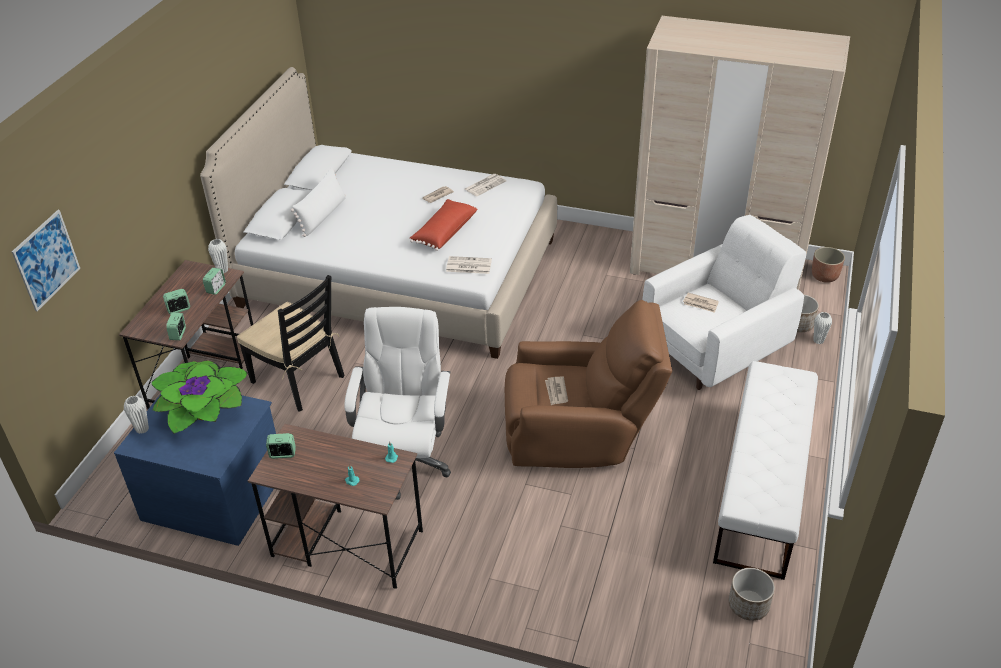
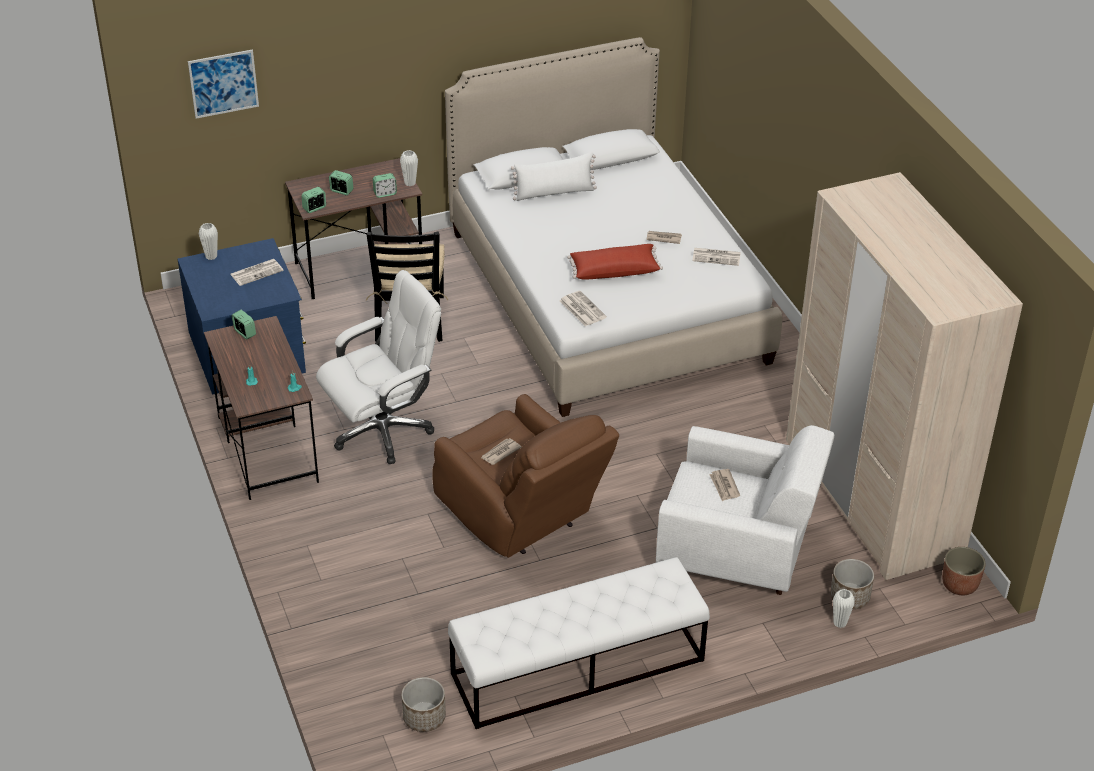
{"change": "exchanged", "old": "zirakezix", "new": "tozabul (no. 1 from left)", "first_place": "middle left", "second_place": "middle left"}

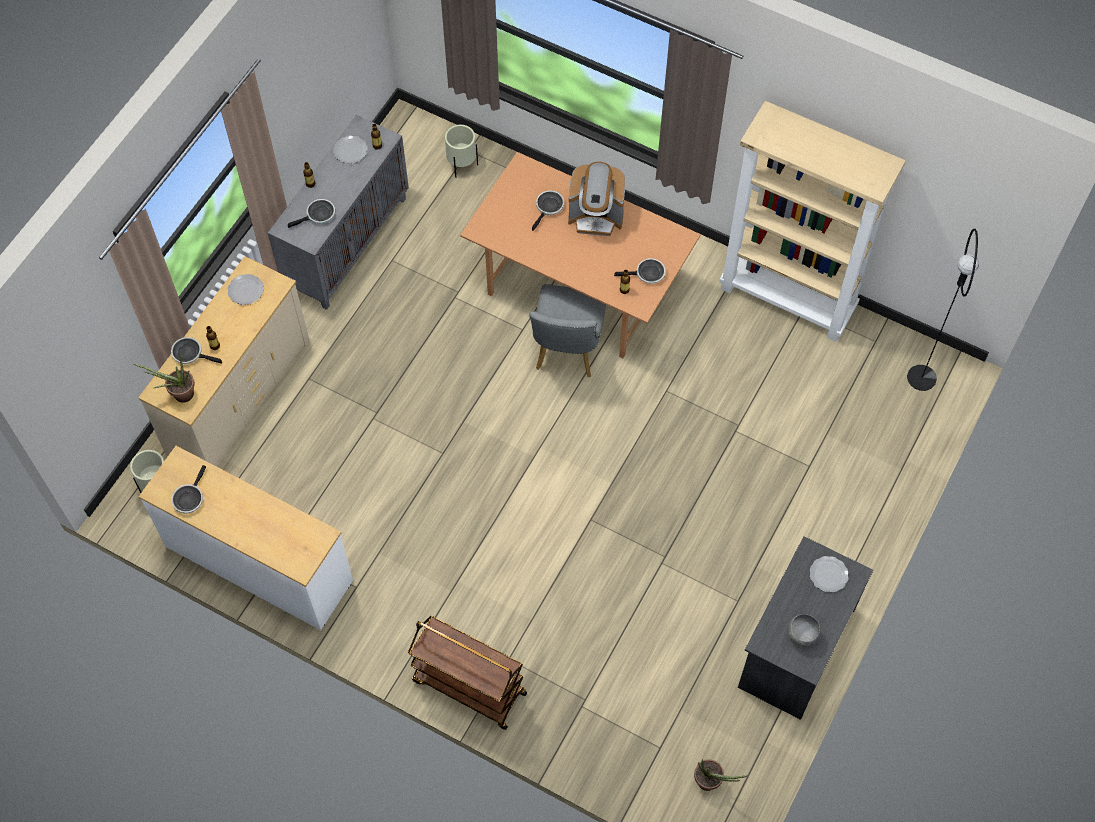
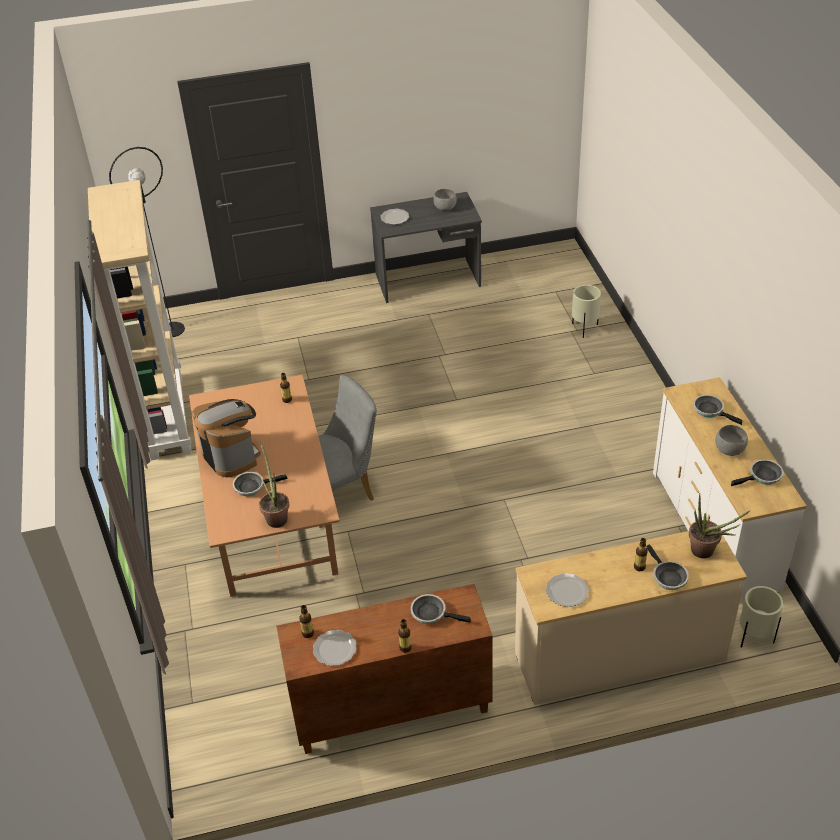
{"change": "colour", "old": "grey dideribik", "new": "brown dideribik", "first_place": "top left", "second_place": "bottom centre"}
{"change": "relocated", "old": "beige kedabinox (no. 2 from left in the first image)", "new": "beige kedabinox (no. 1 from left)", "first_place": "top centre", "second_place": "middle right"}
{"change": "relocated", "old": "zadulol (no. 5 from left in the first image)", "new": "zadulol (no. 4 from left)", "first_place": "top centre", "second_place": "middle right"}
{"change": "missing", "old": "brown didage", "first_place": "bottom centre"}
{"change": "relocated", "old": "zirakezix (no. 2 from left in the first image)", "new": "zirakezix (no. 1 from left)", "first_place": "bottom centre", "second_place": "middle left"}
{"change": "appeared", "new": "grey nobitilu (no. 2 from left)", "second_place": "middle right"}

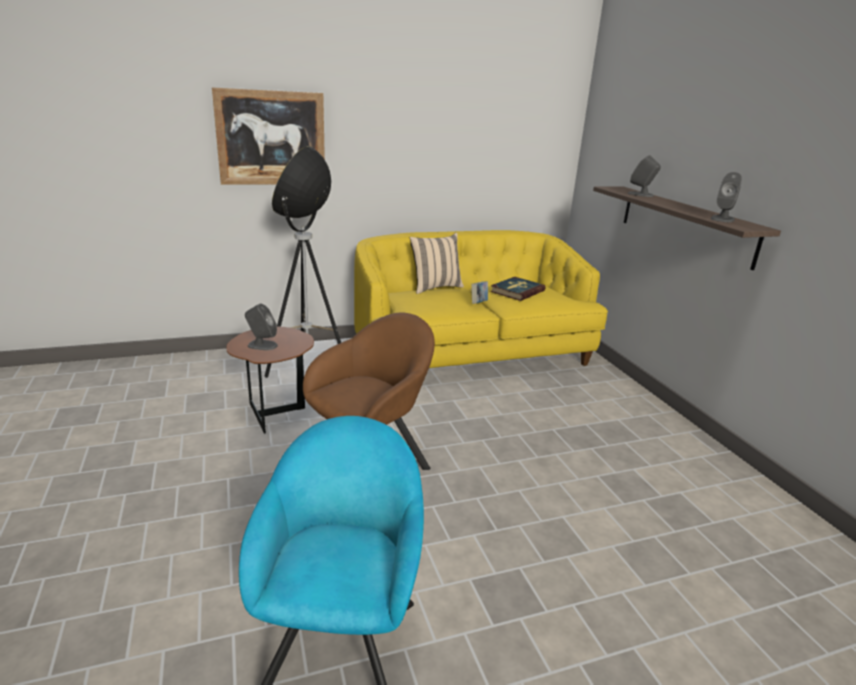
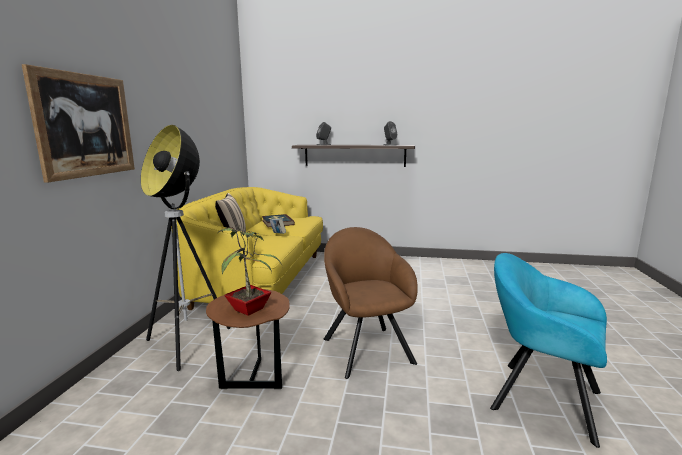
{"change": "exchanged", "old": "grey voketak (no. 1 from left)", "new": "zirakezix", "first_place": "middle left", "second_place": "centre"}

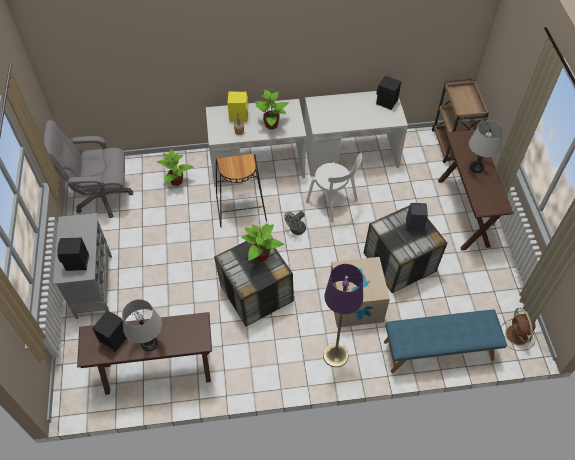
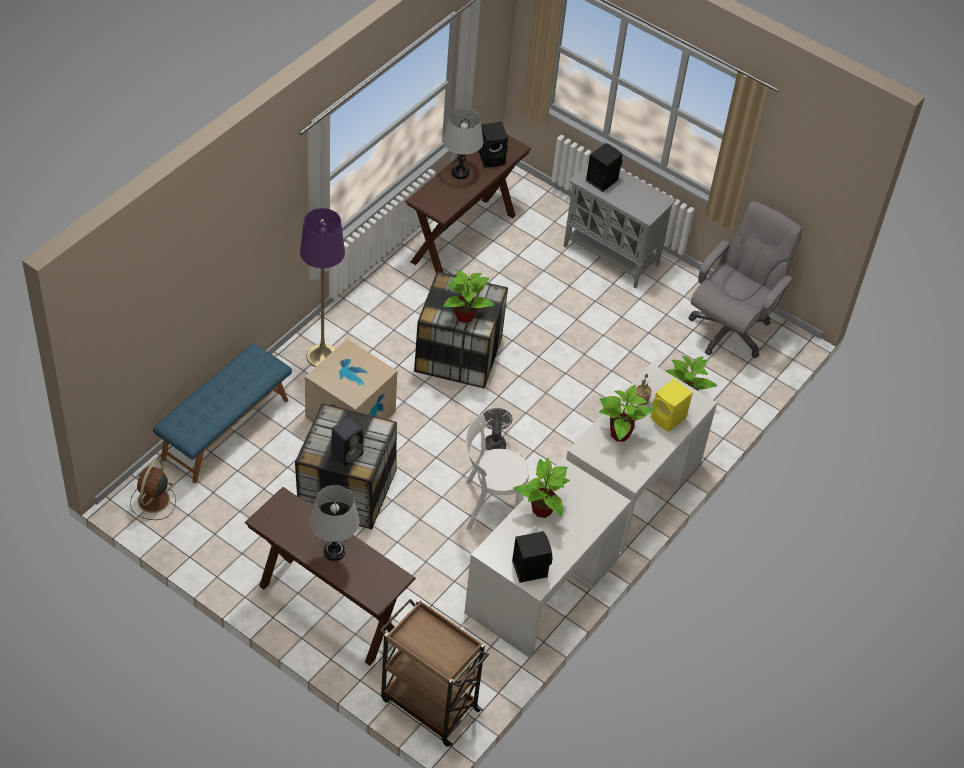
{"change": "missing", "old": "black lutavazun", "first_place": "centre"}
{"change": "spun", "old": "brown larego", "first_place": "bottom right", "second_place": "middle left", "degrees": -105}
{"change": "appeared", "new": "zirakezix (no. 2 from left)", "second_place": "centre"}

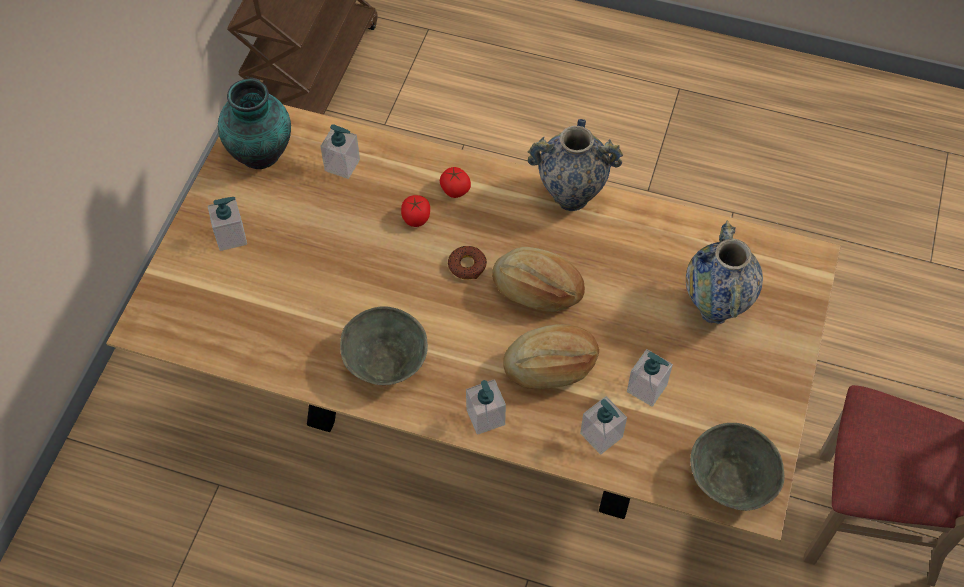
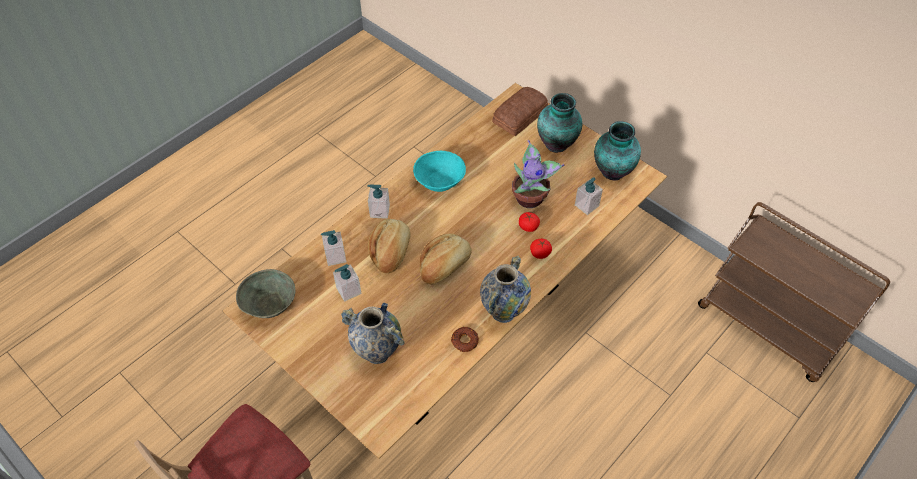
{"change": "exchanged", "old": "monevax (no. 1 from left)", "new": "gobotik (no. 3 from left)", "first_place": "middle left", "second_place": "top centre"}
{"change": "relocated", "old": "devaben", "first_place": "centre", "second_place": "bottom centre"}
{"change": "colour", "old": "grey nobitilu (no. 1 from left)", "new": "turquoise nobitilu", "first_place": "centre", "second_place": "centre"}
{"change": "appeared", "new": "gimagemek (no. 3 from left)", "second_place": "top centre"}
{"change": "appeared", "new": "zirakezix", "second_place": "centre"}

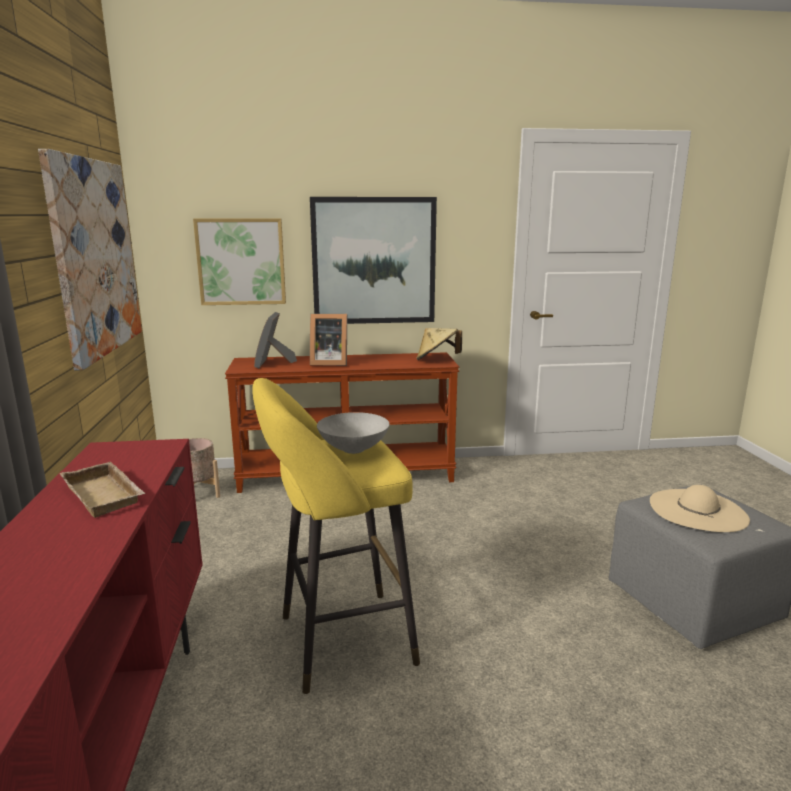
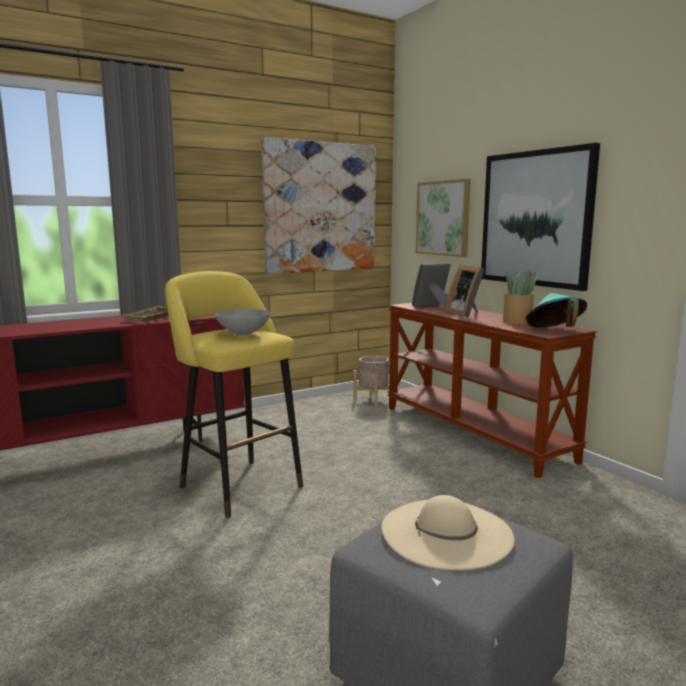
{"change": "colour", "old": "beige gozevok (no. 1 from left)", "new": "turquoise gozevok", "first_place": "centre", "second_place": "middle right"}
{"change": "appeared", "new": "zirakezix", "second_place": "middle right"}

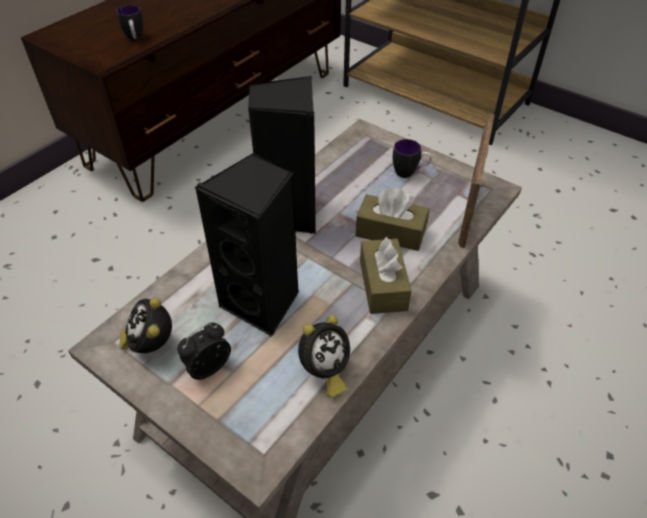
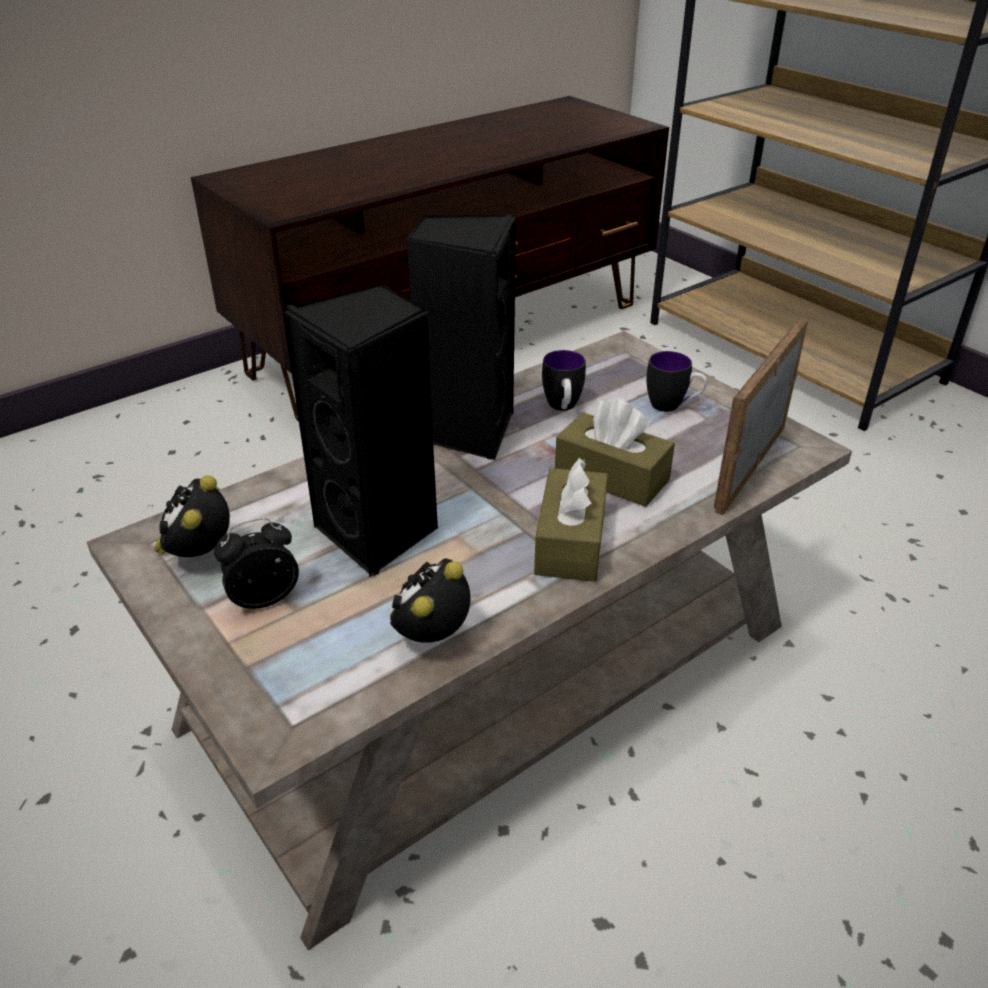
{"change": "relocated", "old": "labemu (no. 1 from left)", "first_place": "top left", "second_place": "centre"}
{"change": "spun", "old": "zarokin (no. 3 from left)", "first_place": "bottom centre", "second_place": "centre", "degrees": 150}

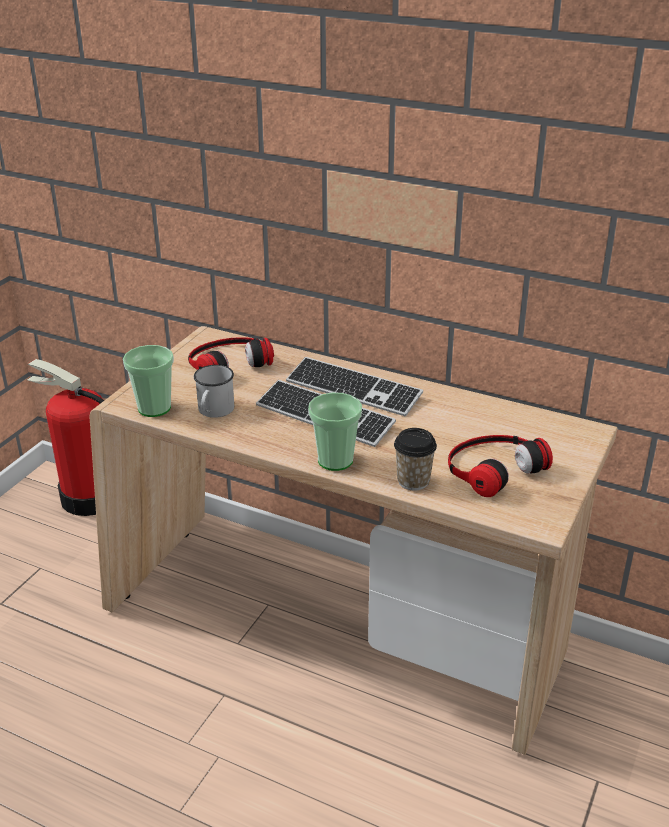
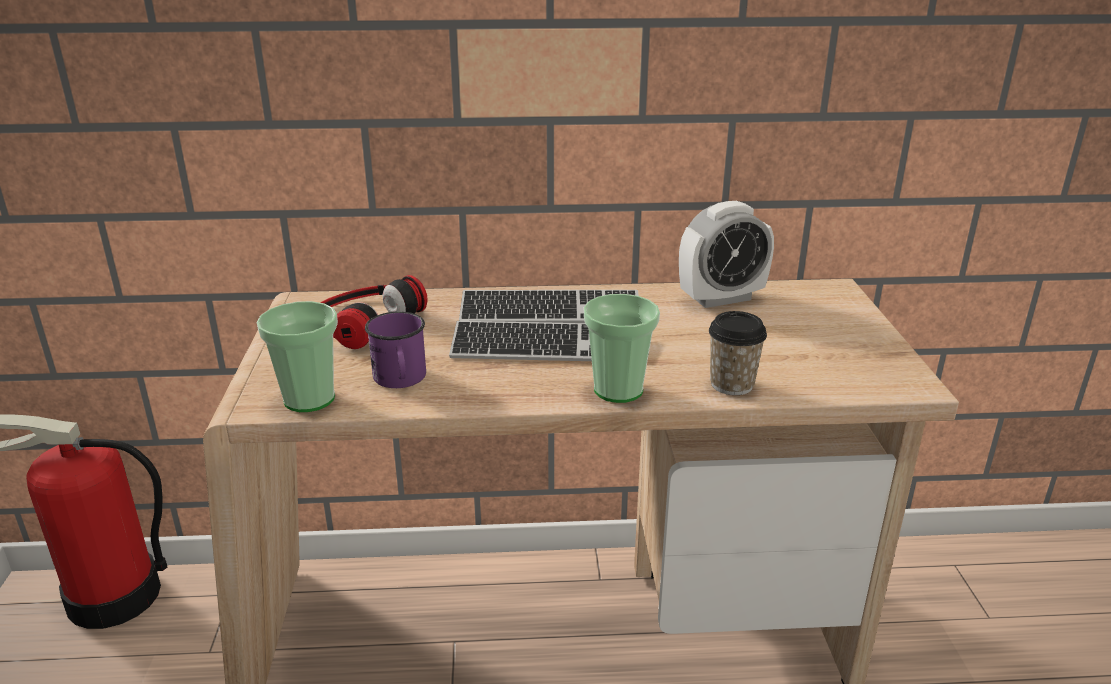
{"change": "colour", "old": "white labemu", "new": "purple labemu", "first_place": "middle left", "second_place": "centre"}
{"change": "missing", "old": "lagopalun (no. 2 from left)", "first_place": "middle right"}
{"change": "appeared", "new": "zarokin", "second_place": "centre"}

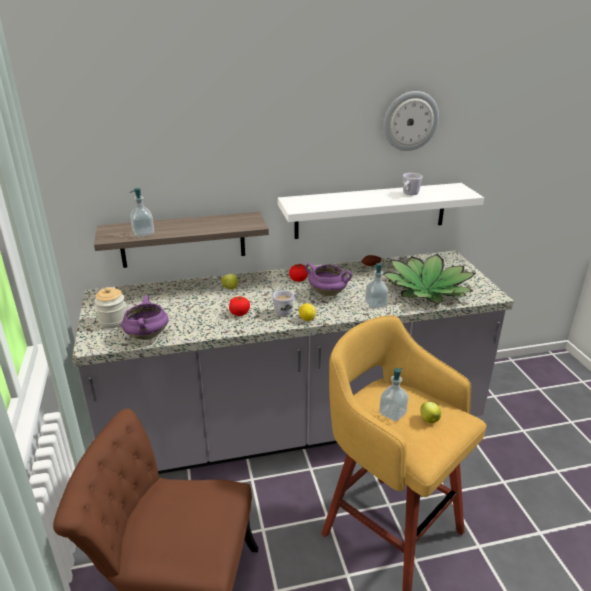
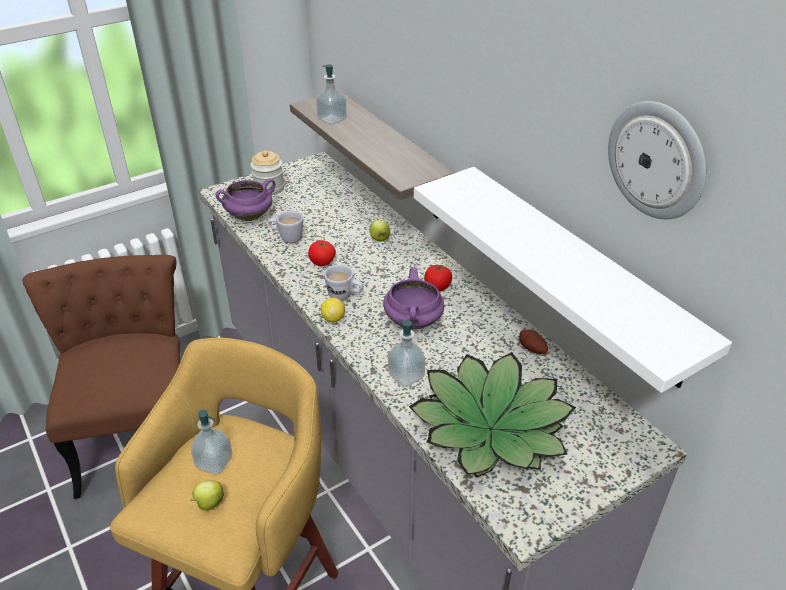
{"change": "relocated", "old": "white labemu (no. 2 from left in the first image)", "new": "white labemu (no. 1 from left)", "first_place": "top right", "second_place": "centre"}

